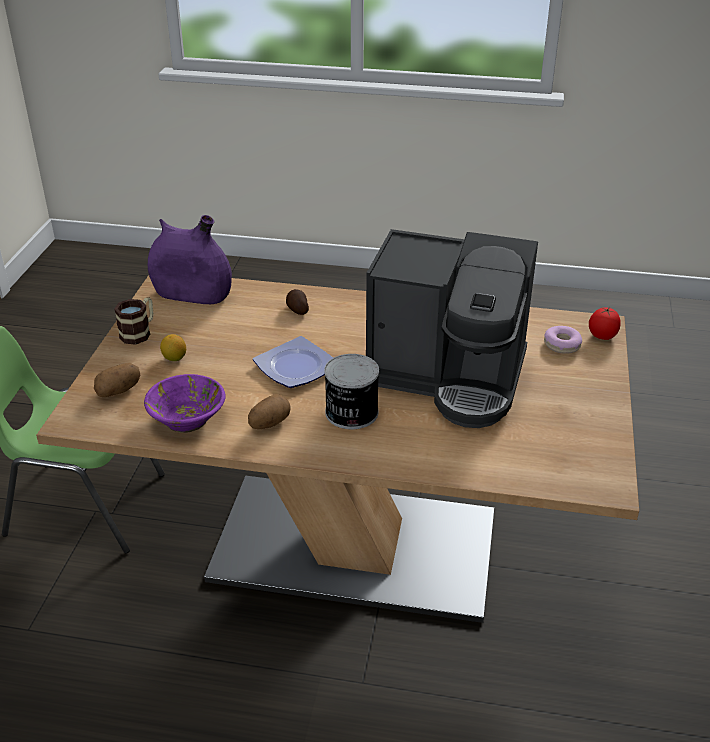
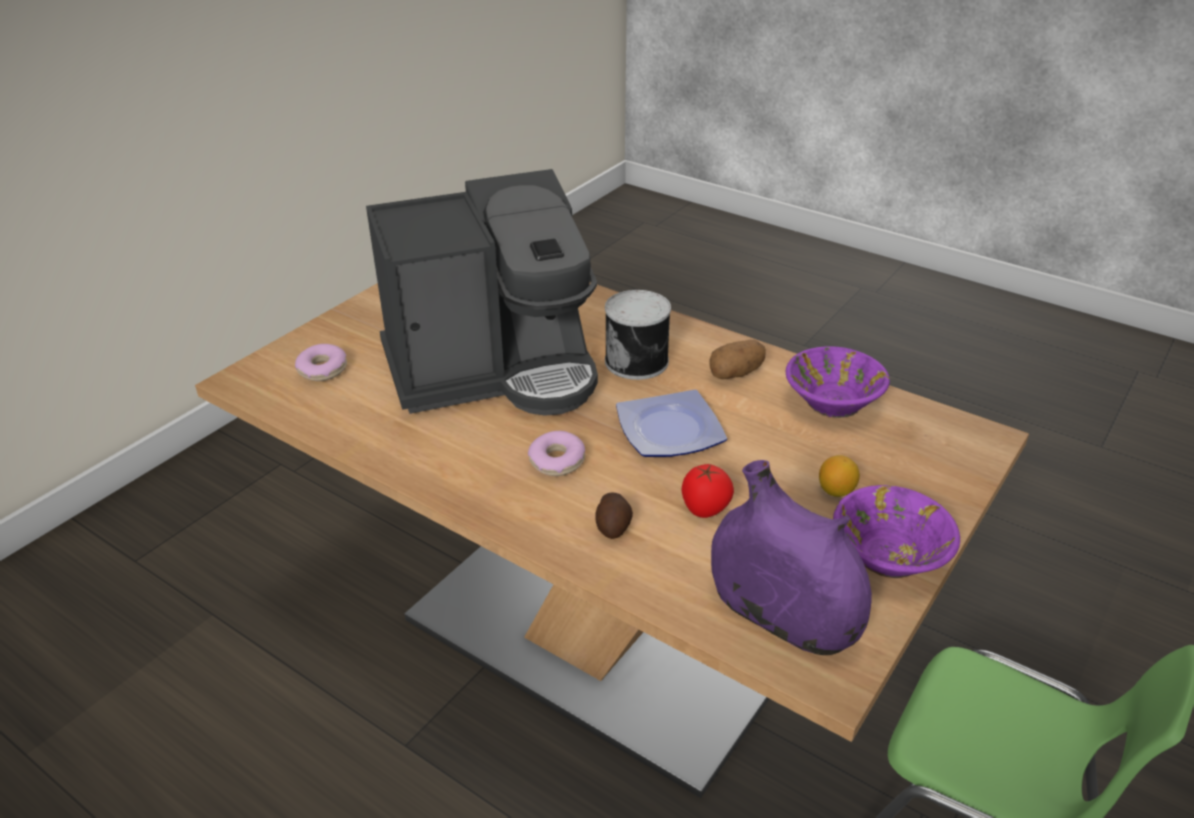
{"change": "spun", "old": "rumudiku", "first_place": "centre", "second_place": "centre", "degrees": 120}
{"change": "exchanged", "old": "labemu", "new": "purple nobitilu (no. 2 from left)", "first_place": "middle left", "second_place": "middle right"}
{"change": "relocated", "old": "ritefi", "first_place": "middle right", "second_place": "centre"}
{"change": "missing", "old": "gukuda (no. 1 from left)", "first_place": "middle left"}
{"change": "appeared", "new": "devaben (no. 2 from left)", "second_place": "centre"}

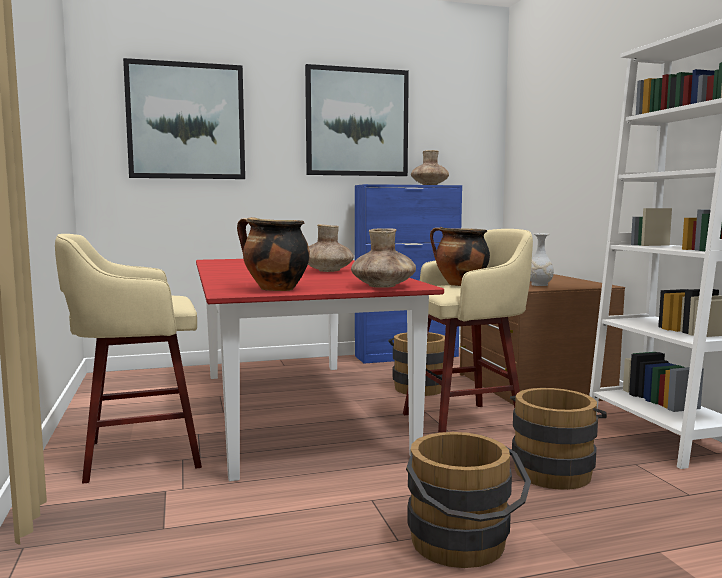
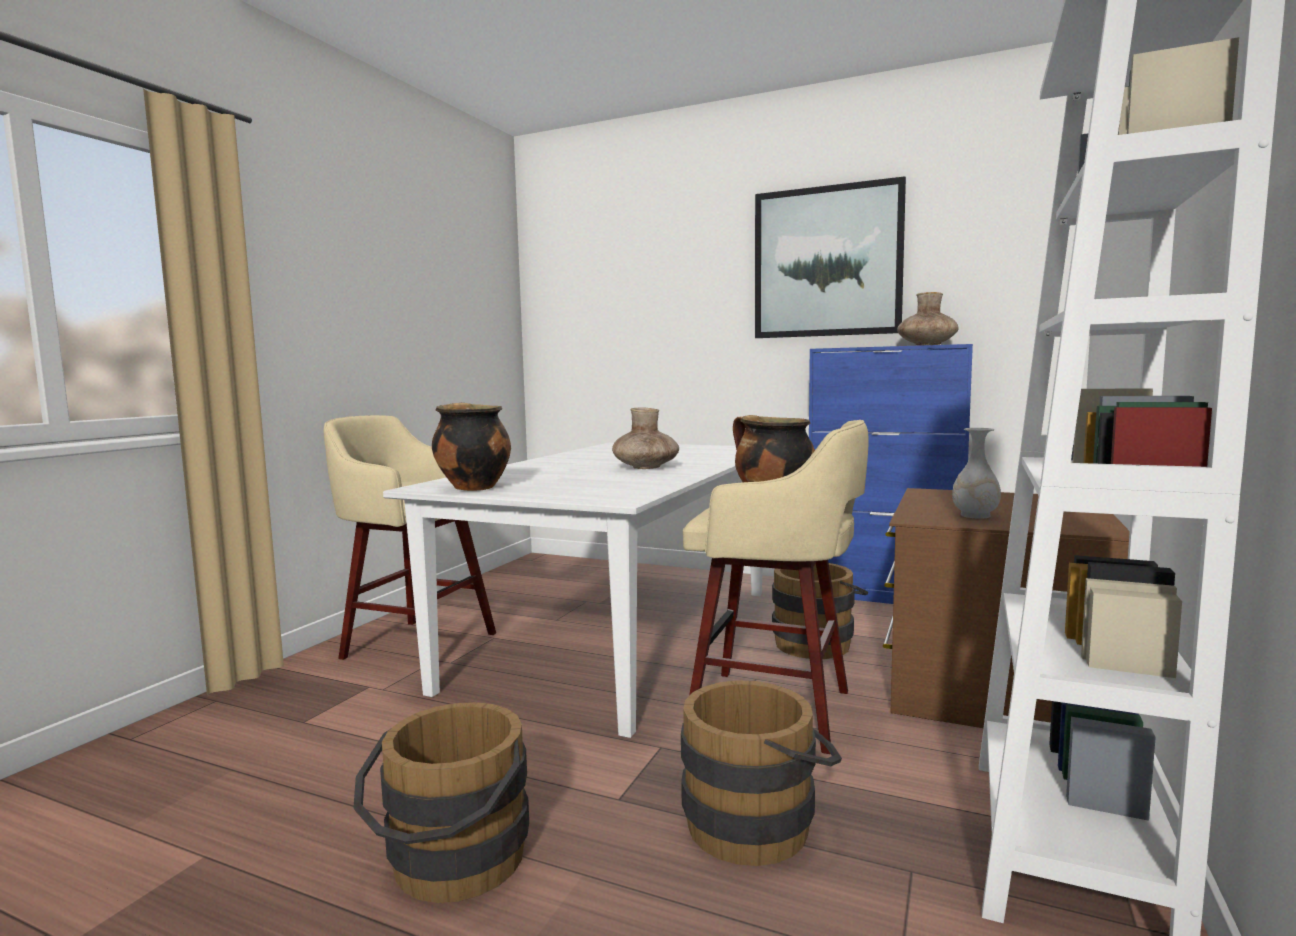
{"change": "missing", "old": "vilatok (no. 1 from left)", "first_place": "top left"}
{"change": "missing", "old": "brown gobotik (no. 2 from left)", "first_place": "centre"}
{"change": "colour", "old": "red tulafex", "new": "white tulafex", "first_place": "centre", "second_place": "centre"}

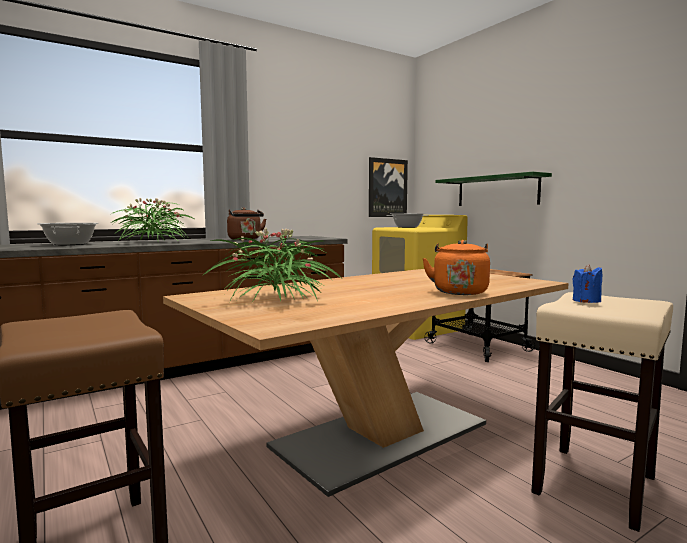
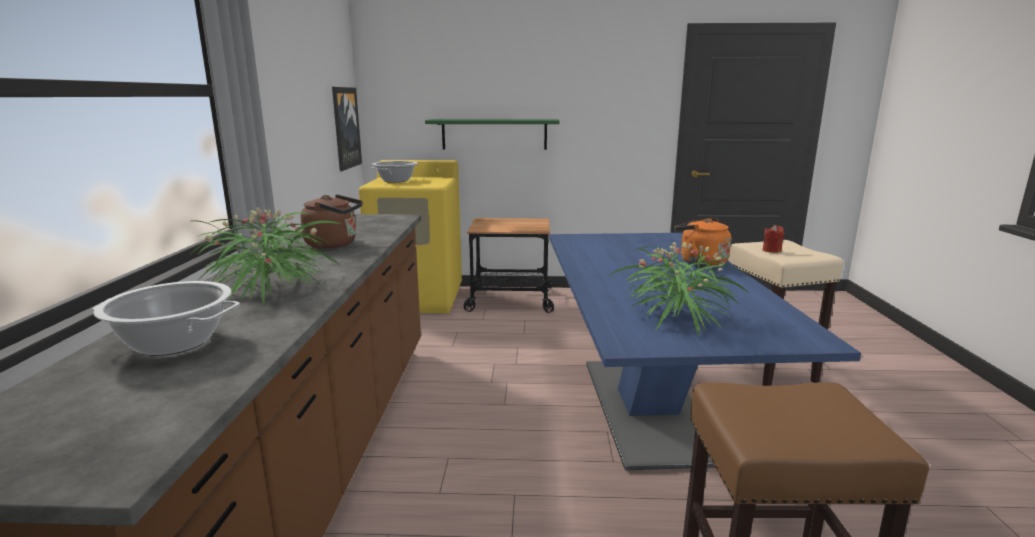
{"change": "colour", "old": "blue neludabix", "new": "red neludabix", "first_place": "middle right", "second_place": "middle right"}
{"change": "colour", "old": "beige tulafex", "new": "blue tulafex", "first_place": "bottom centre", "second_place": "middle right"}

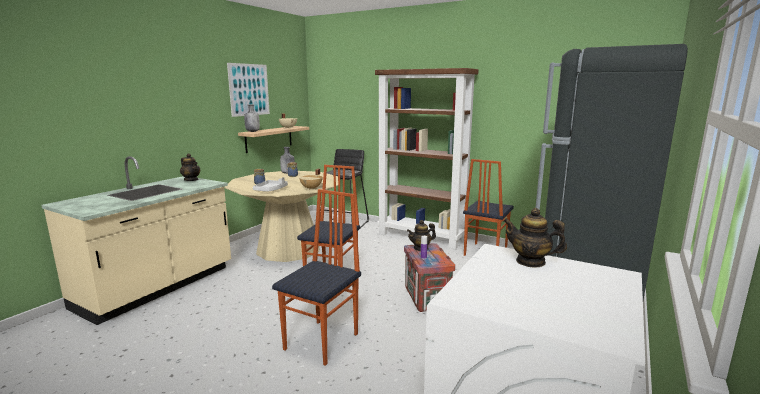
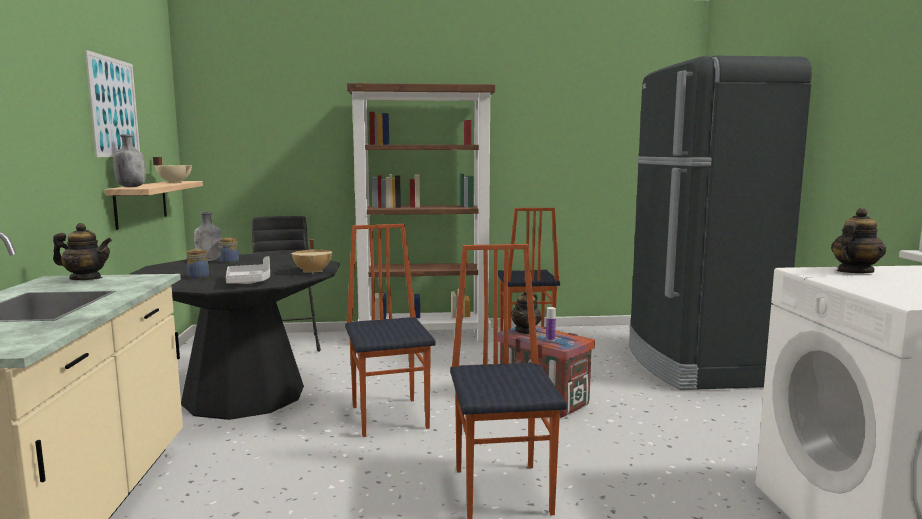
{"change": "colour", "old": "beige tulafex", "new": "black tulafex", "first_place": "centre", "second_place": "middle left"}
{"change": "spun", "old": "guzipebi (no. 3 from left)", "first_place": "middle right", "second_place": "middle right", "degrees": 150}

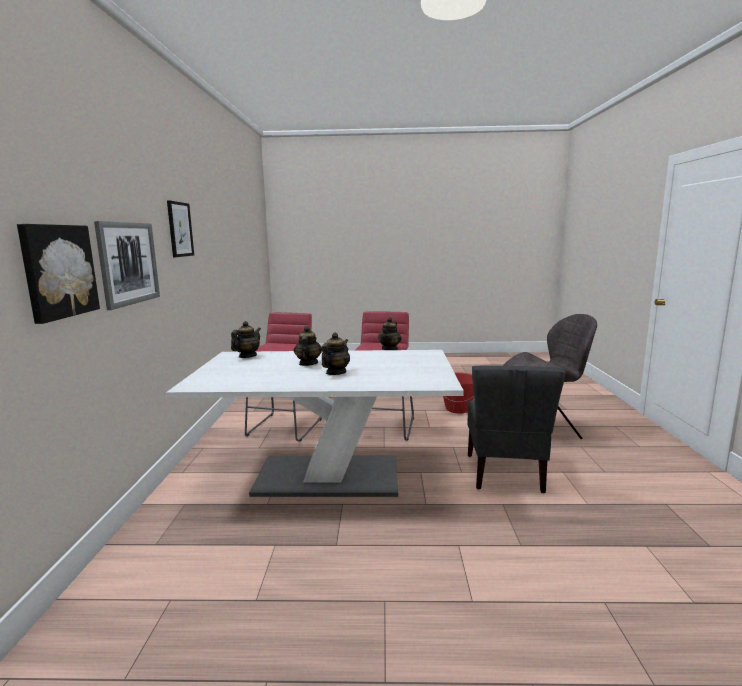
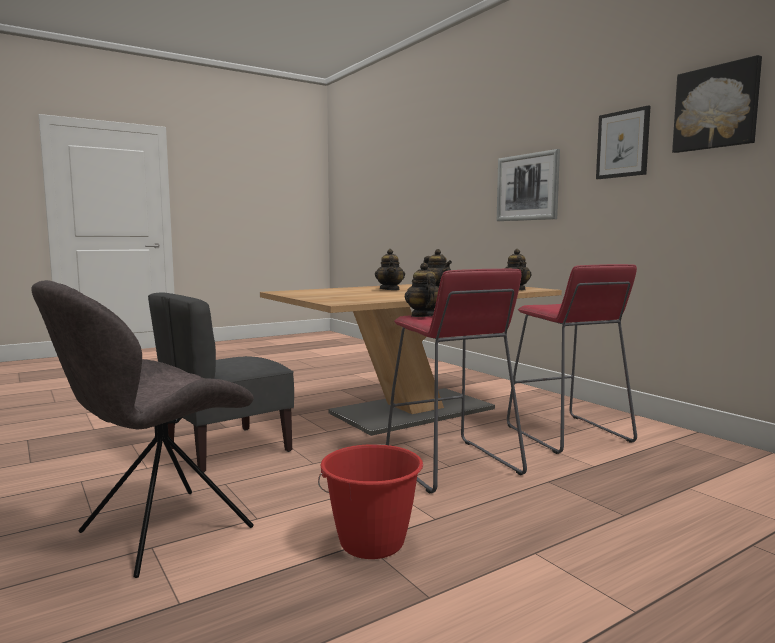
{"change": "relocated", "old": "vilatok (no. 1 from left in the first image)", "new": "vilatok (no. 3 from left)", "first_place": "middle left", "second_place": "top right"}
{"change": "colour", "old": "white tulafex", "new": "brown tulafex", "first_place": "centre", "second_place": "centre"}
{"change": "spun", "old": "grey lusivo (no. 1 from left in the first image)", "first_place": "middle right", "second_place": "middle left", "degrees": -105}

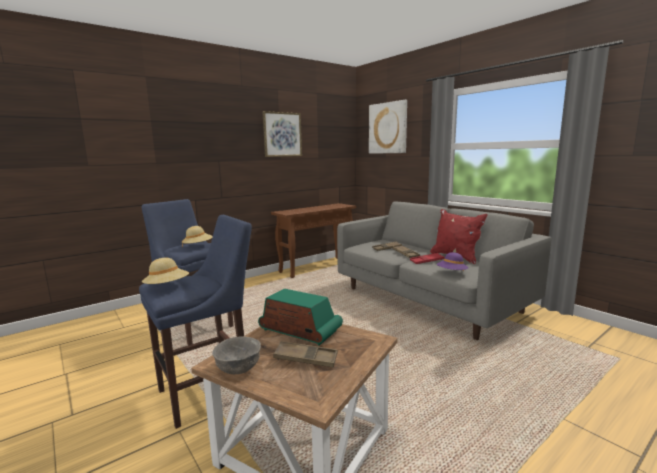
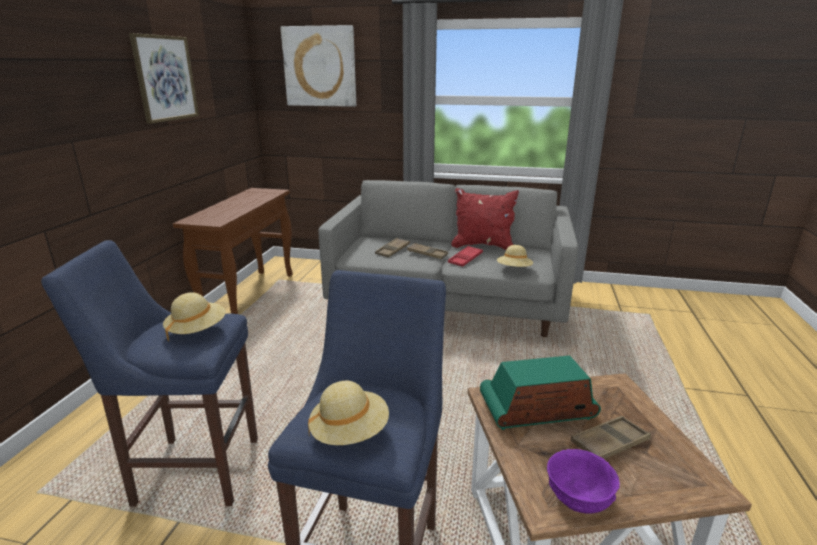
{"change": "colour", "old": "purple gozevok", "new": "beige gozevok (no. 3 from left)", "first_place": "middle right", "second_place": "centre"}
{"change": "colour", "old": "grey nobitilu", "new": "purple nobitilu", "first_place": "bottom centre", "second_place": "bottom right"}

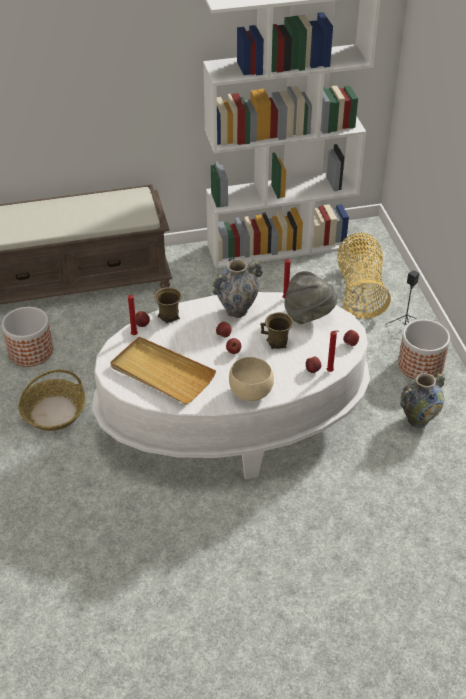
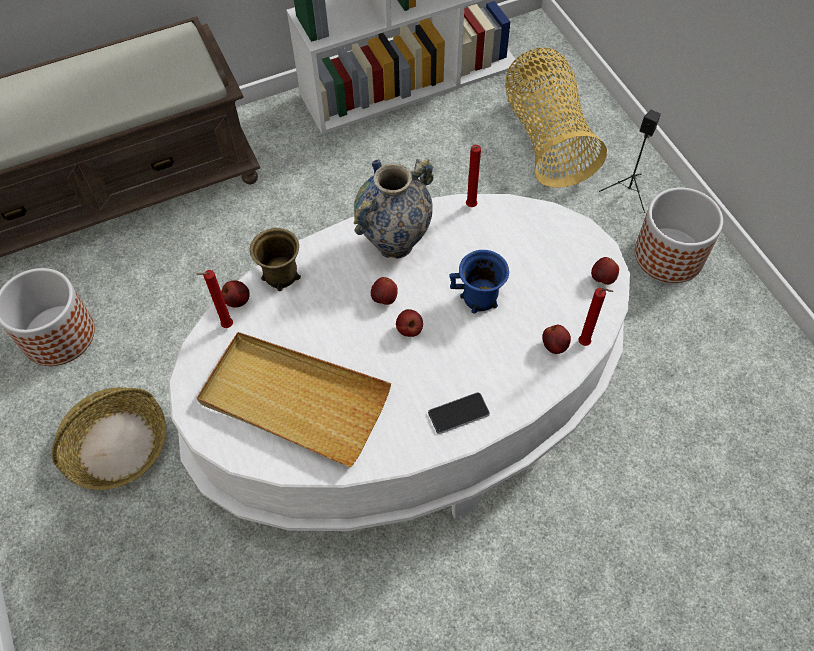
{"change": "missing", "old": "grey gozevok", "first_place": "centre"}
{"change": "colour", "old": "brown labemu (no. 2 from left)", "new": "blue labemu", "first_place": "centre", "second_place": "centre"}
{"change": "exchanged", "old": "beige nobitilu", "new": "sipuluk", "first_place": "centre", "second_place": "centre"}
{"change": "missing", "old": "gobotik (no. 2 from left)", "first_place": "middle right"}

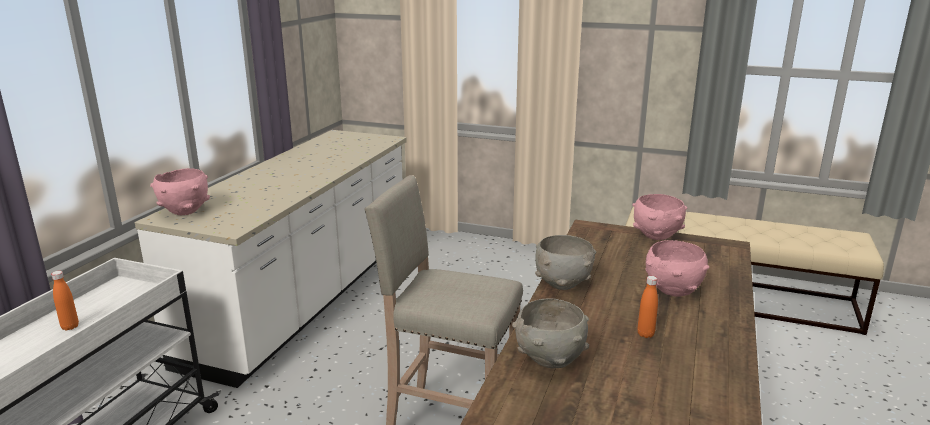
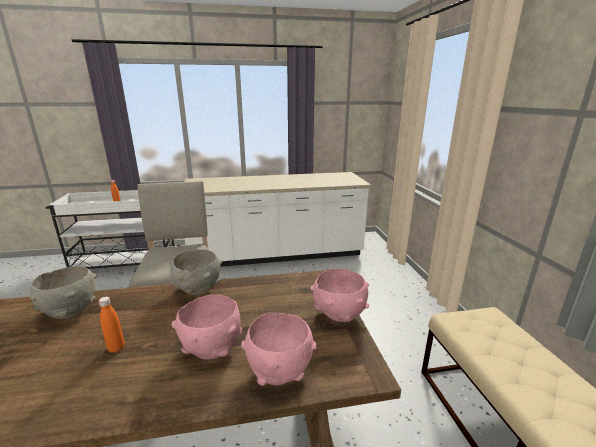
{"change": "relocated", "old": "pink nobitilu (no. 1 from left in the first image)", "new": "pink nobitilu (no. 2 from left)", "first_place": "middle left", "second_place": "bottom centre"}

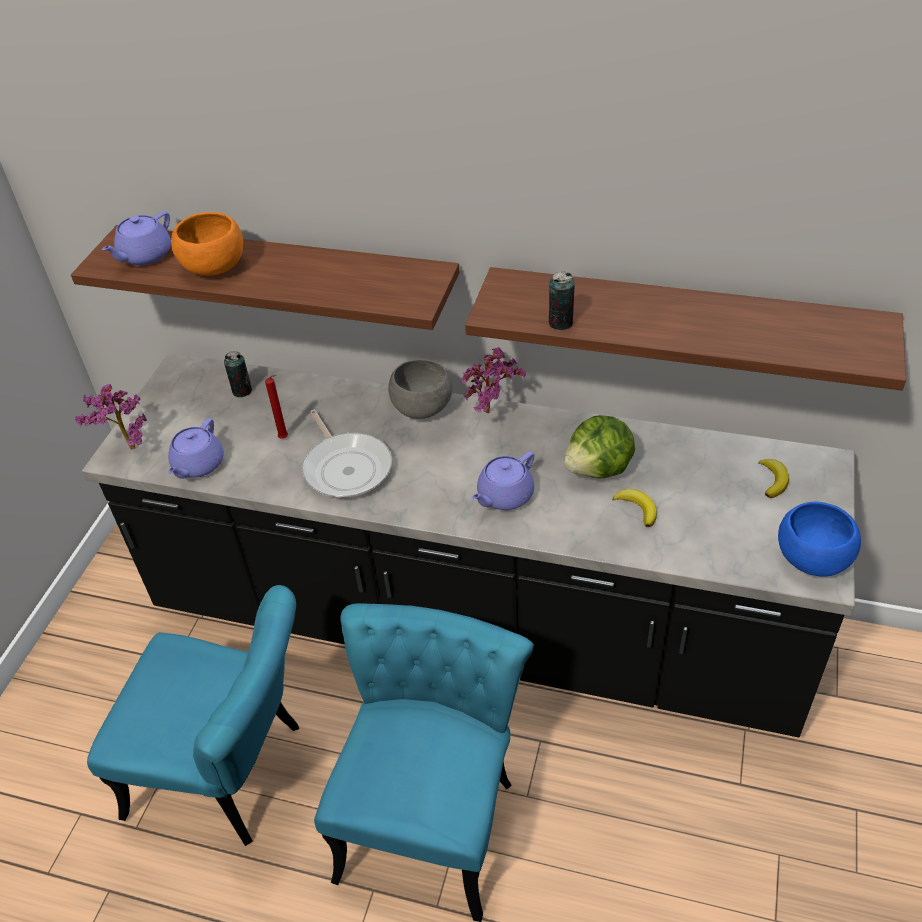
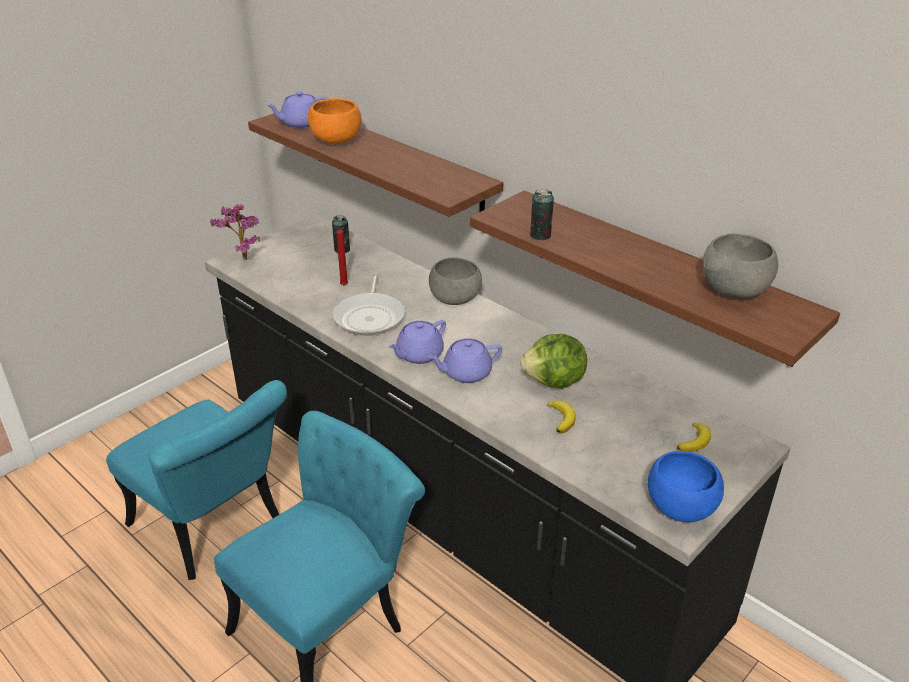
{"change": "missing", "old": "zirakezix (no. 2 from left)", "first_place": "centre"}
{"change": "relocated", "old": "purple guzipebi (no. 2 from left)", "first_place": "middle left", "second_place": "centre"}
{"change": "appeared", "new": "grey nobitilu (no. 2 from left)", "second_place": "middle right"}

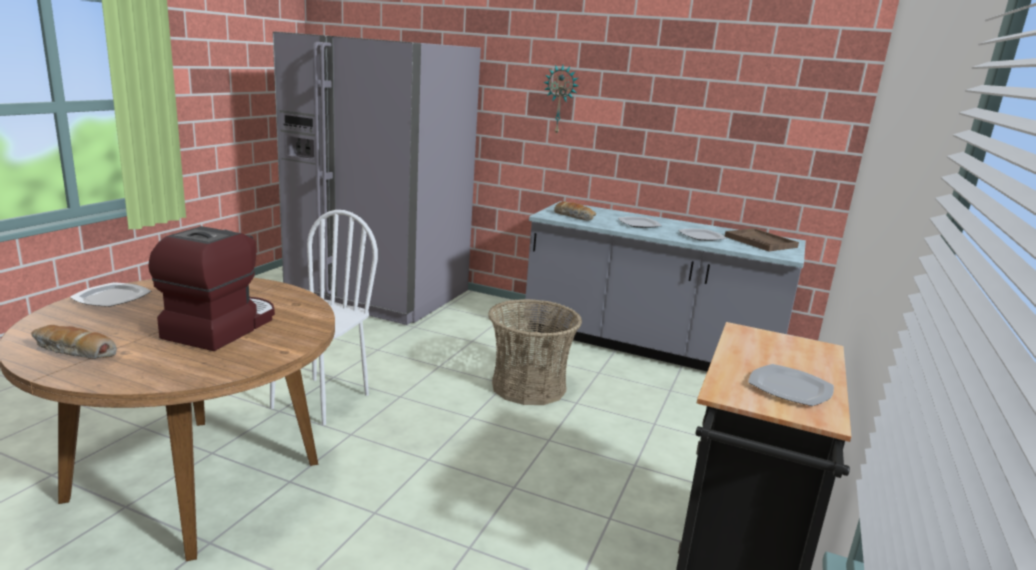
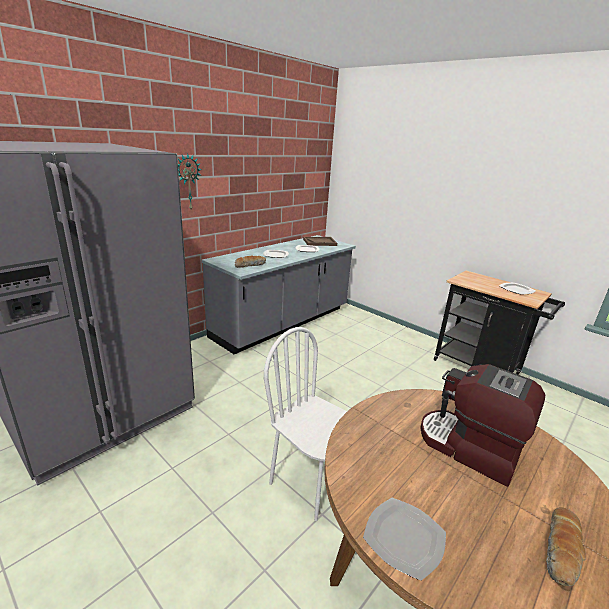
{"change": "missing", "old": "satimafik", "first_place": "centre"}

